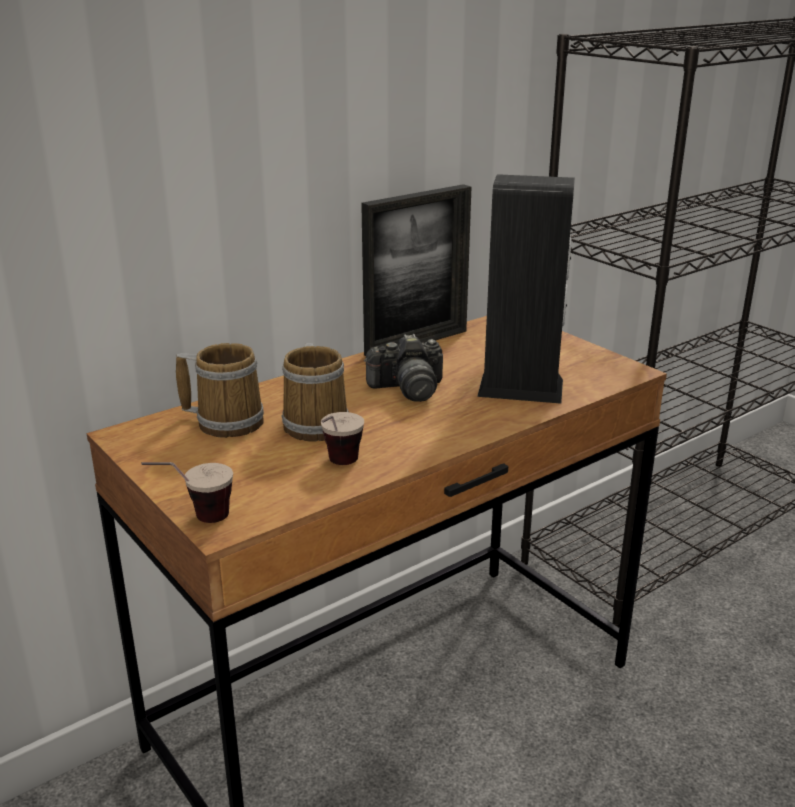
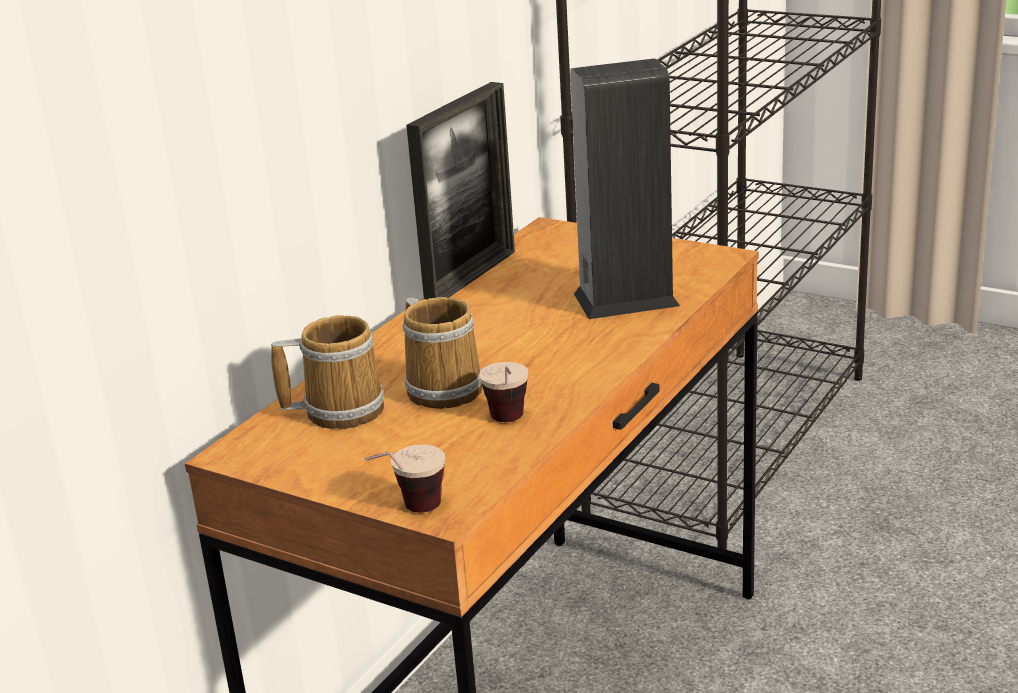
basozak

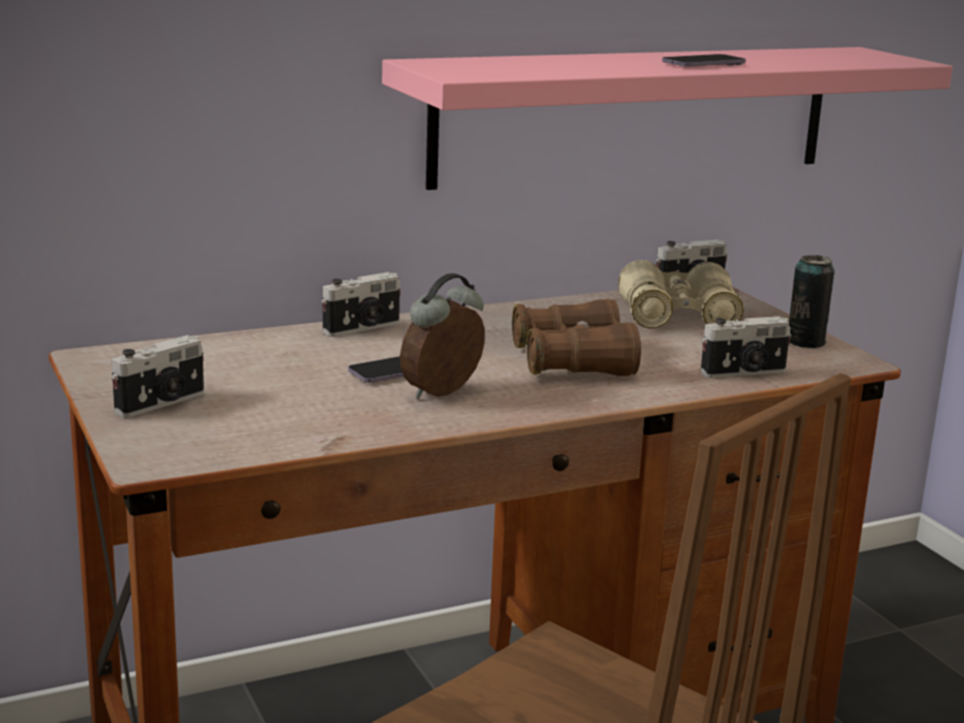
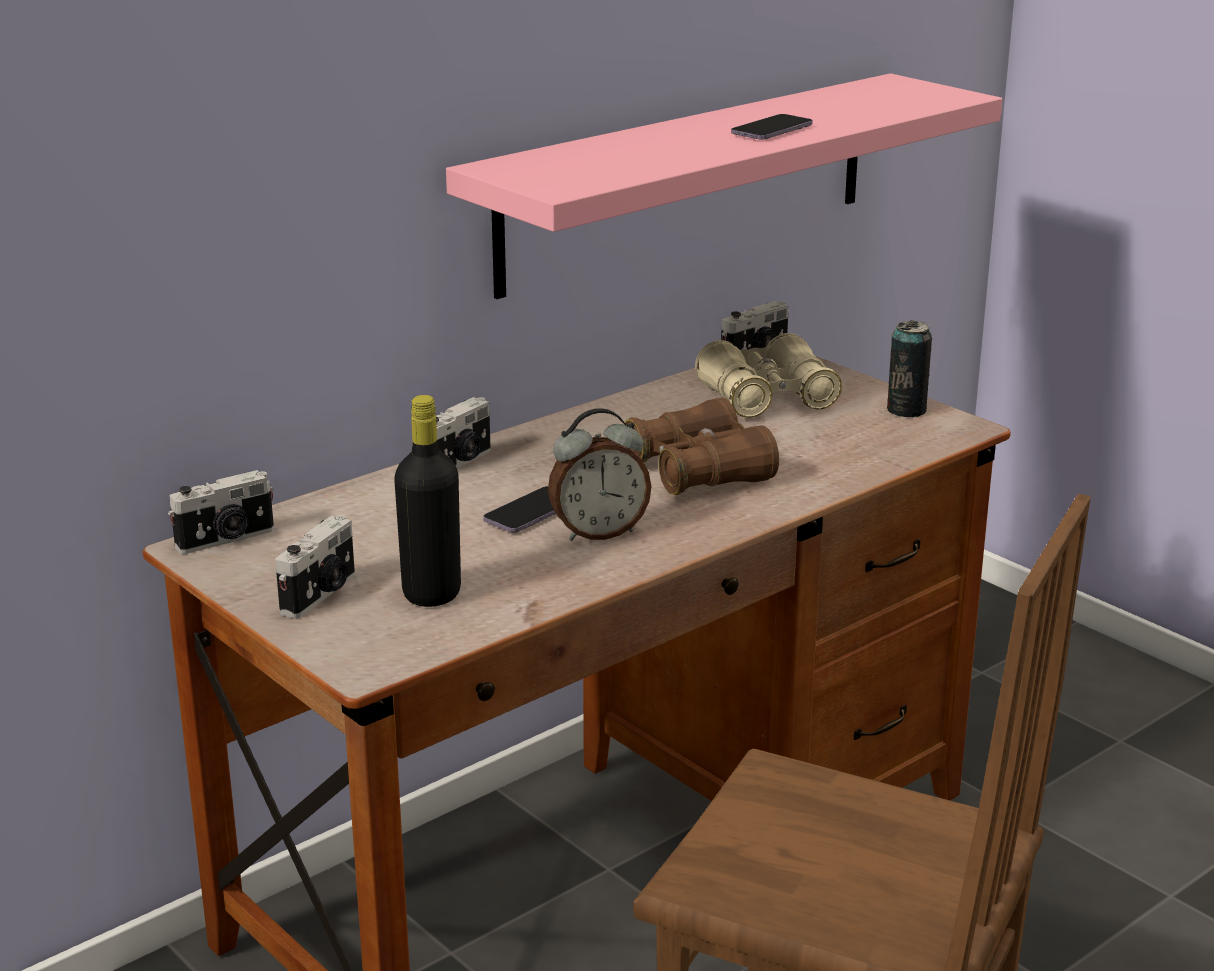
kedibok
basozak (no. 1 from left)
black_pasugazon

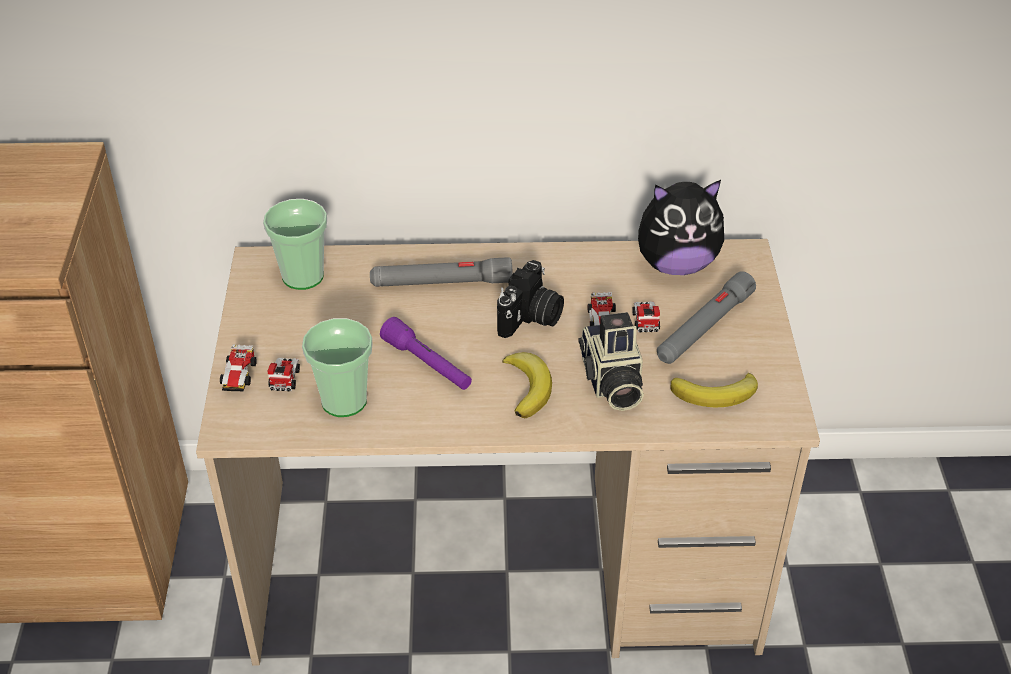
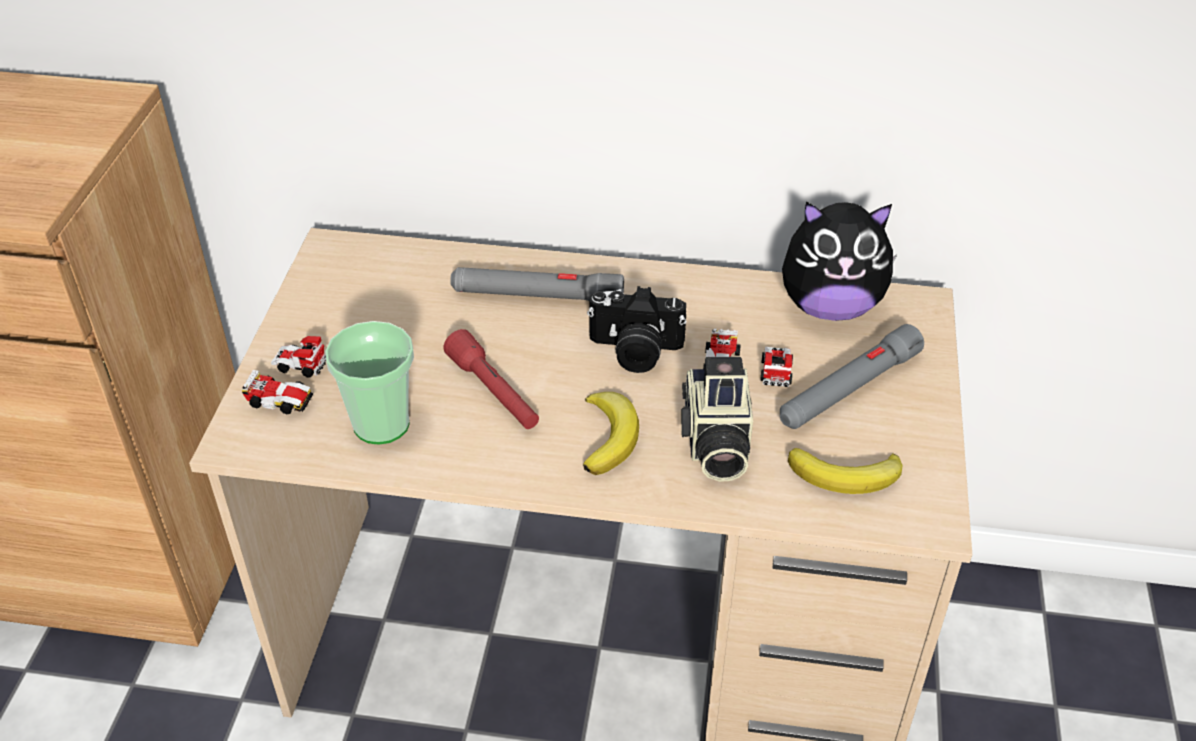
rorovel (no. 1 from left)
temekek (no. 1 from left in the first image)
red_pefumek
basozak (no. 1 from left)

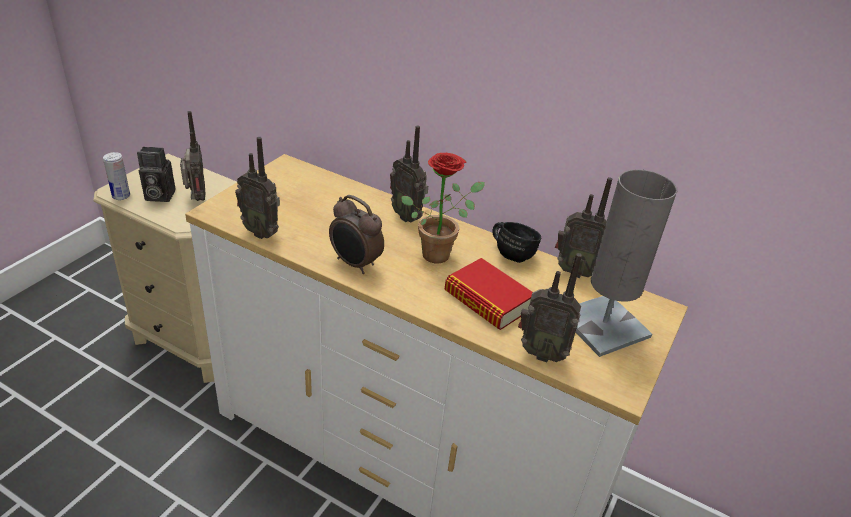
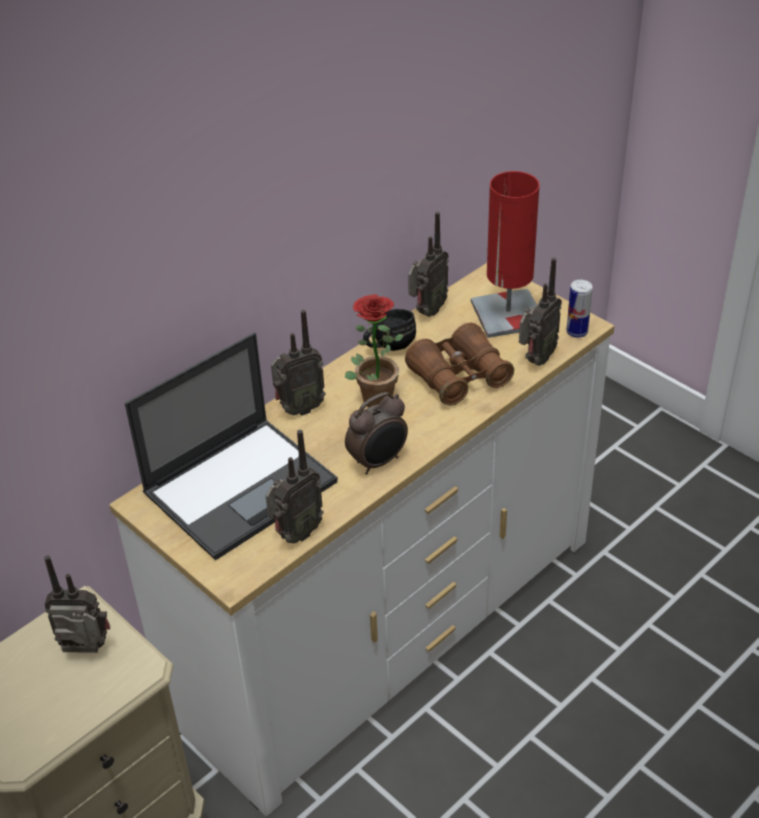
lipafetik
basozak
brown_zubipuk
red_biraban
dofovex

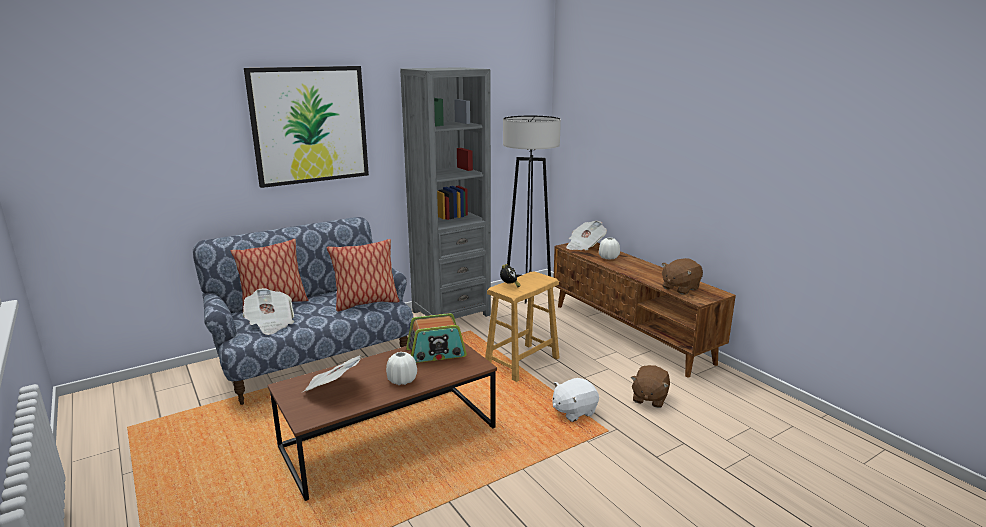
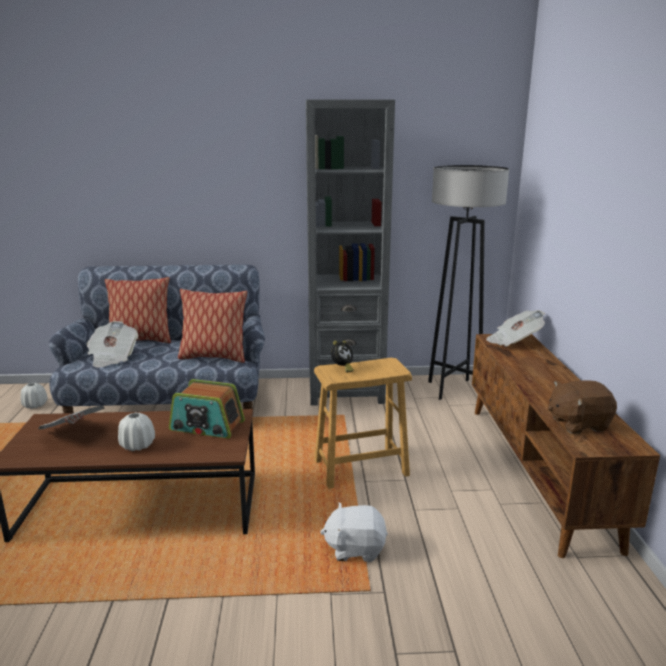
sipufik
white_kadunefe (no. 1 from left)
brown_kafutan (no. 1 from left in the first image)

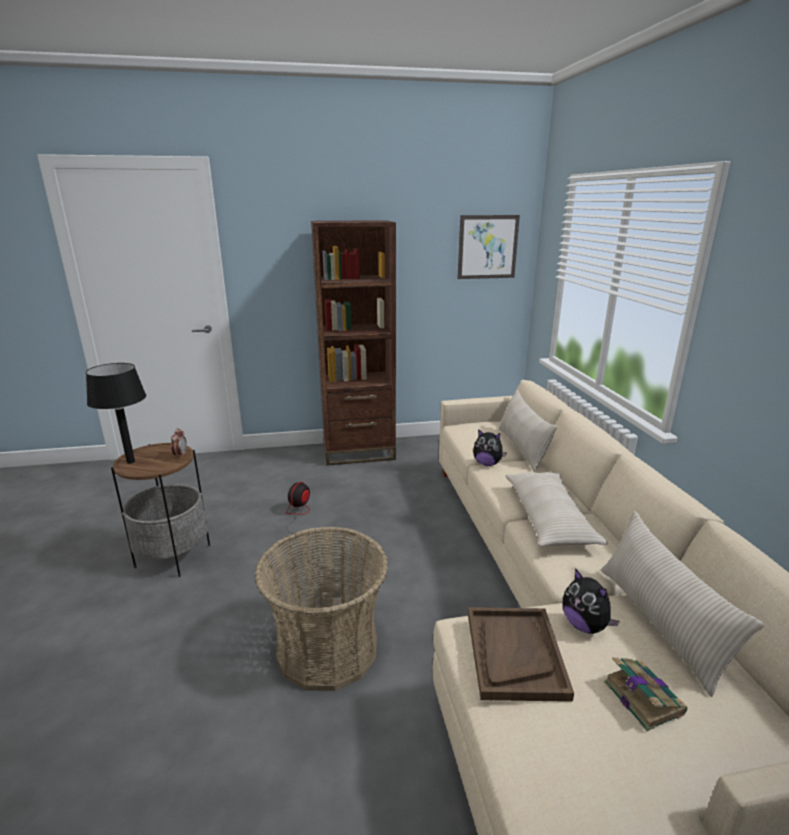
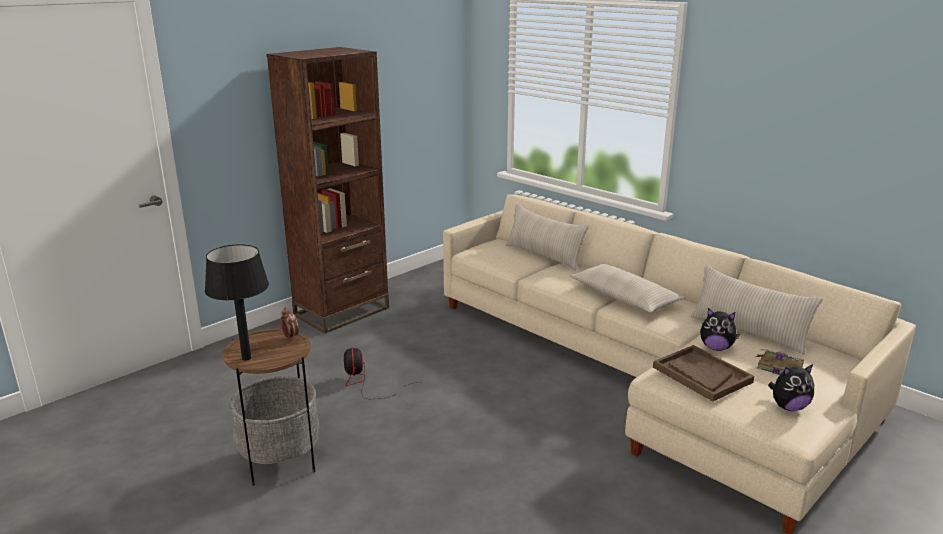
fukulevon
sipufik
kafutan (no. 2 from left)

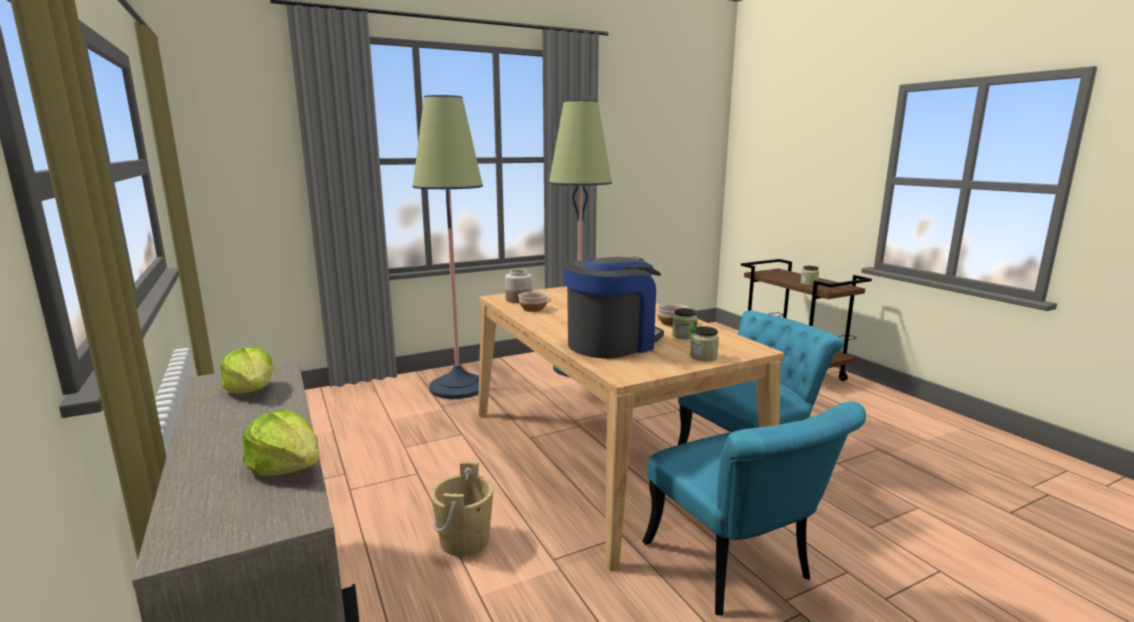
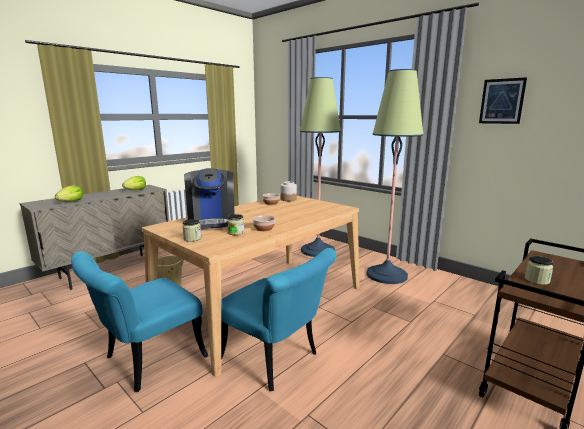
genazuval
sipufik

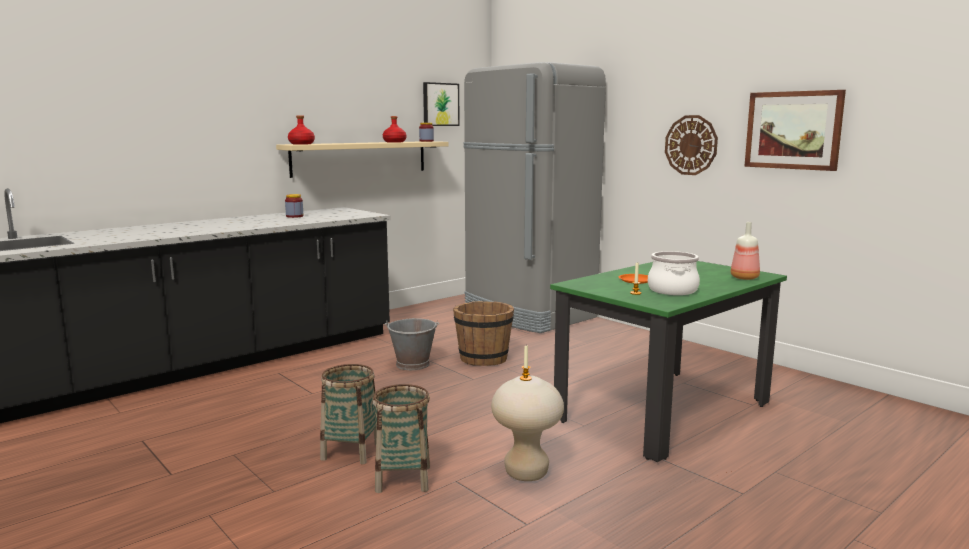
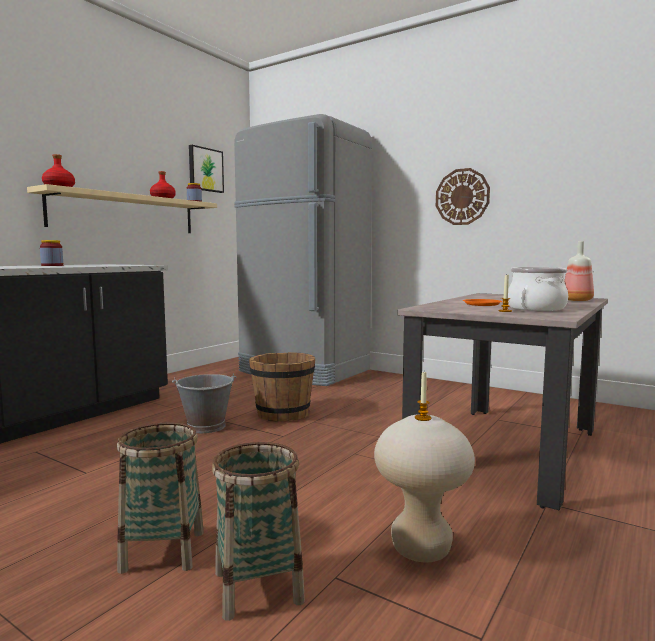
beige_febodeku
sipufik (no. 2 from left in the first image)

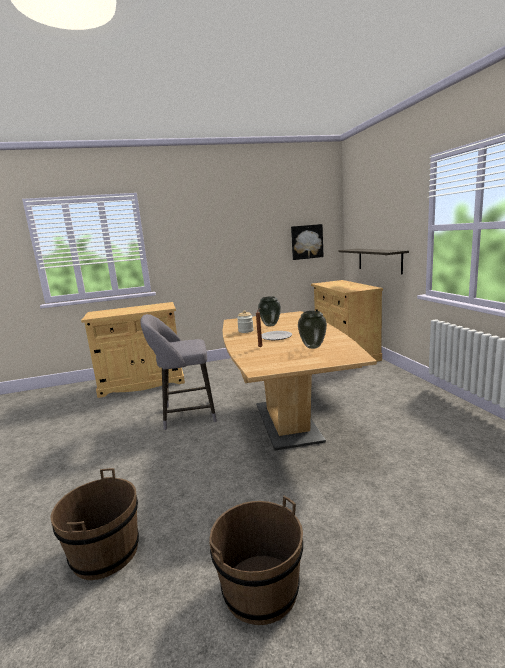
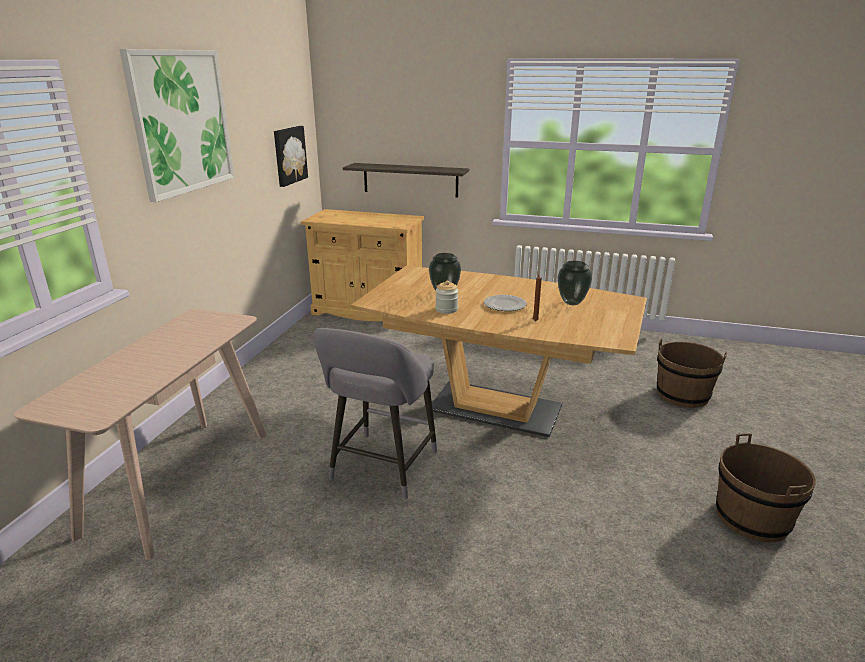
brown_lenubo (no. 1 from left)
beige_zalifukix
sipufik (no. 1 from left)

